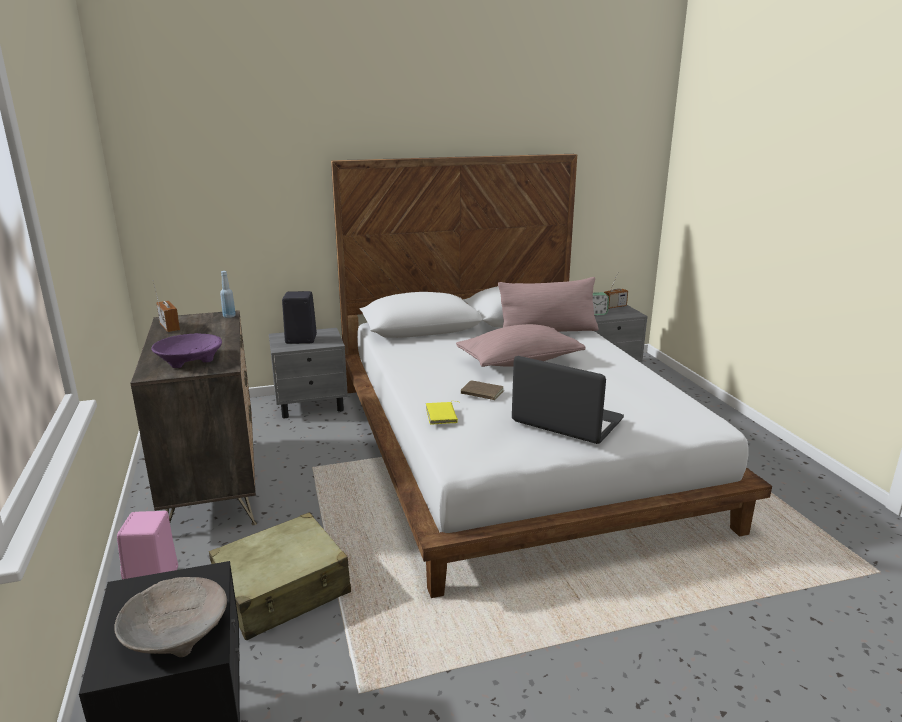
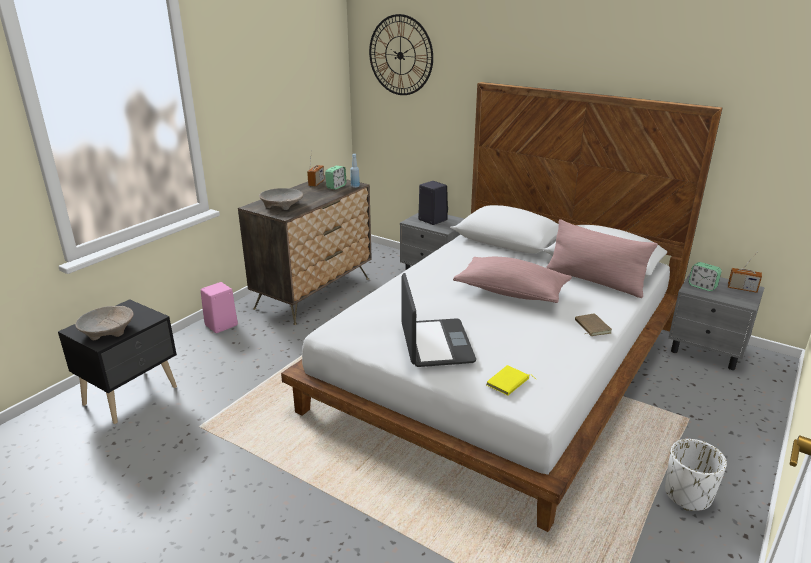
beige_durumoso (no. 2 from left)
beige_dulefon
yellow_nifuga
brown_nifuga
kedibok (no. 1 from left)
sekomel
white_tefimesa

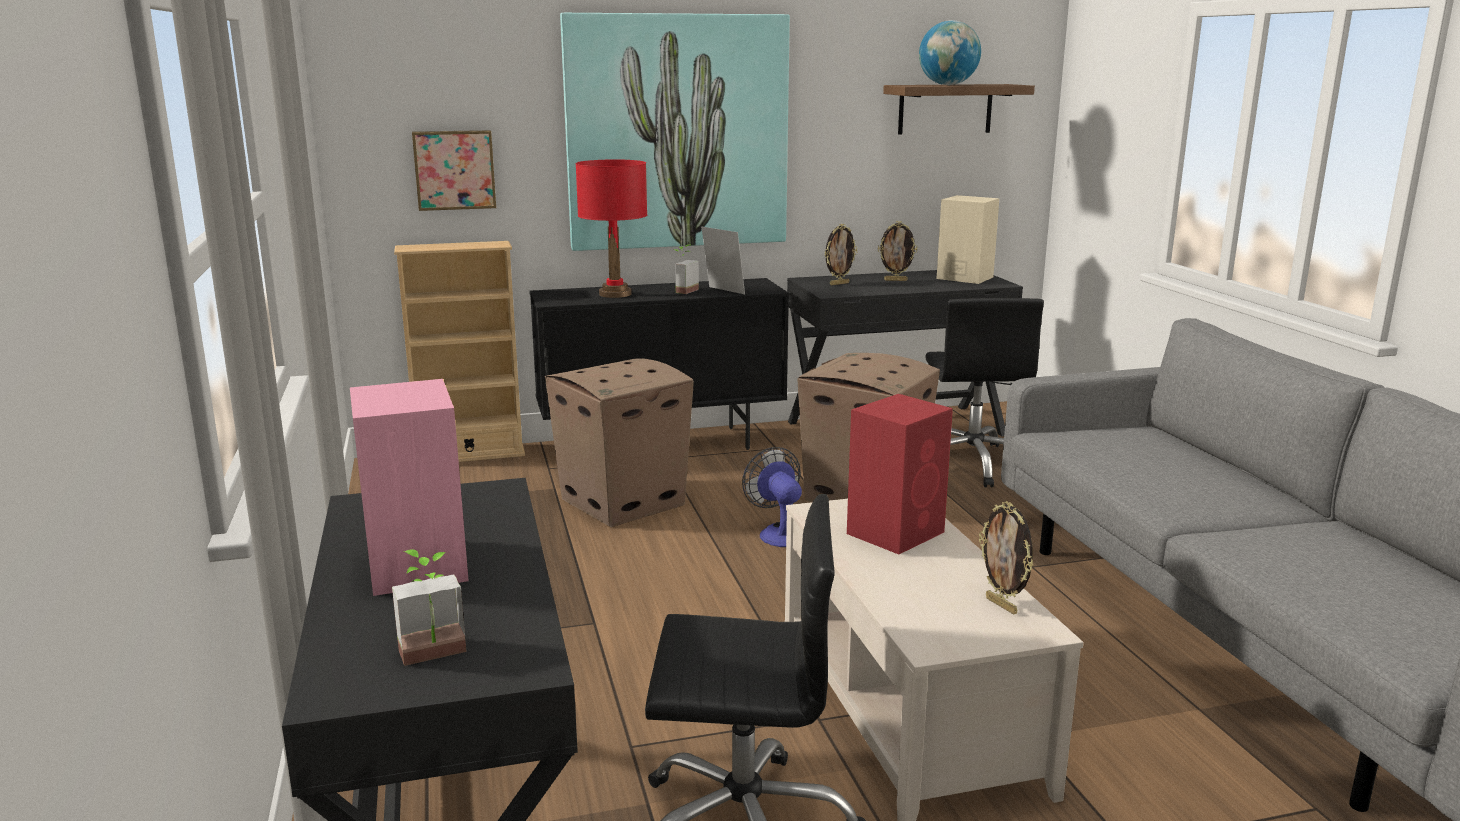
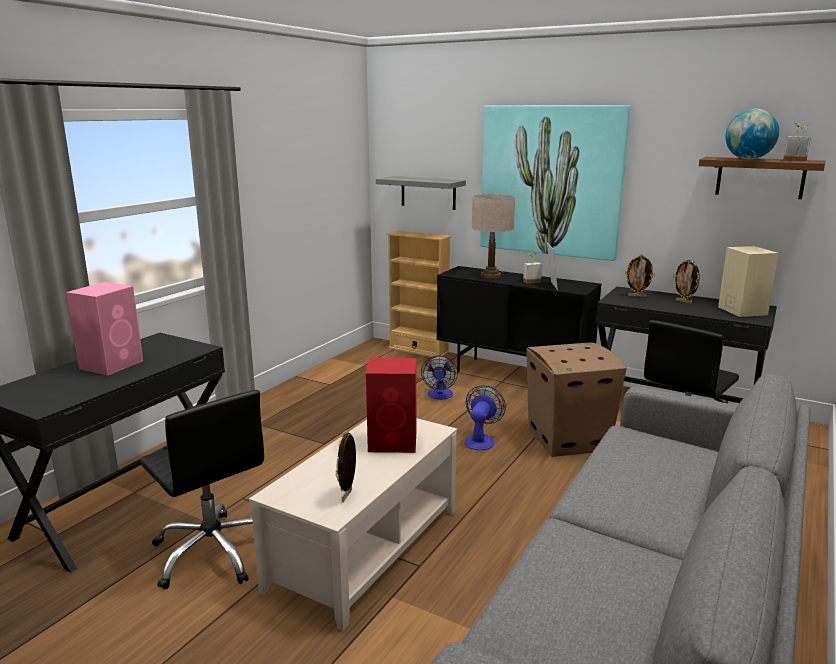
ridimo (no. 2 from left)
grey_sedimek
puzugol (no. 1 from left)
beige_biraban

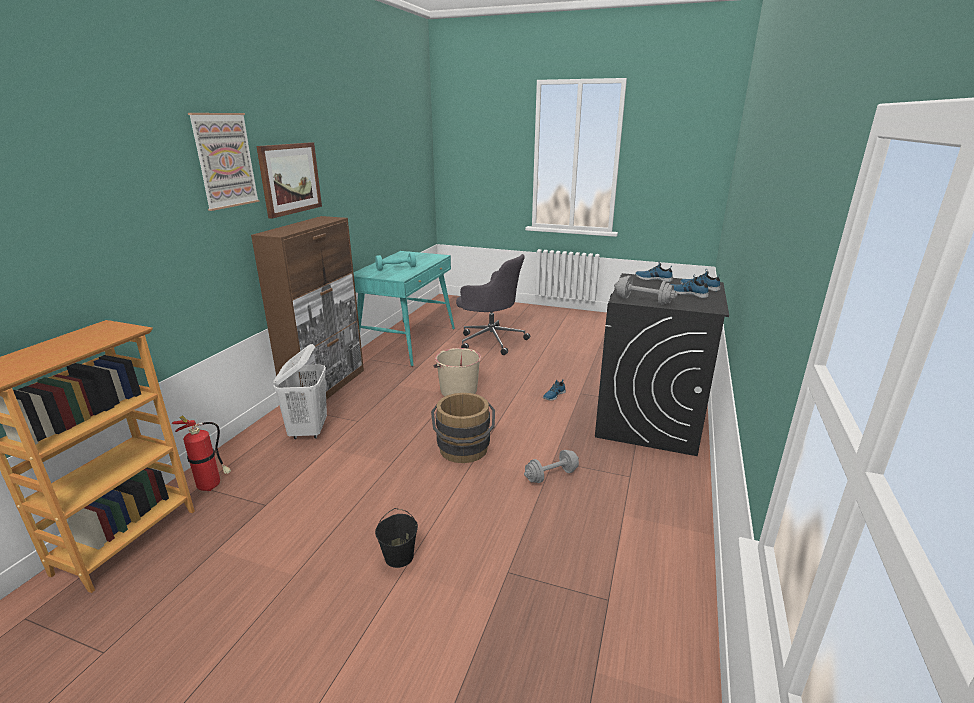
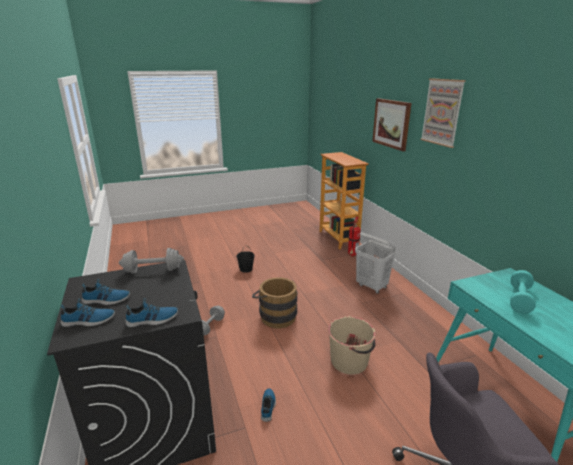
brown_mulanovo
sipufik (no. 1 from left)

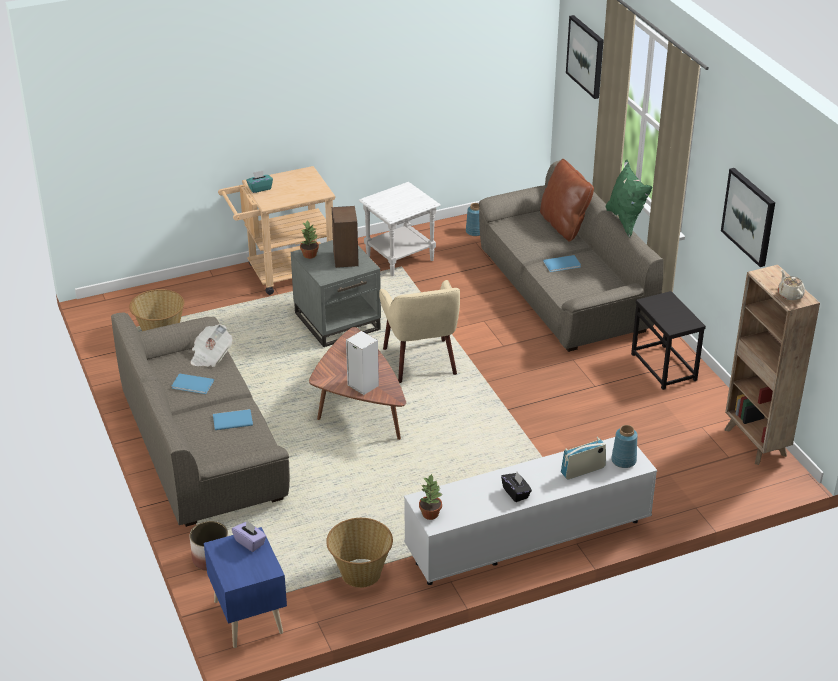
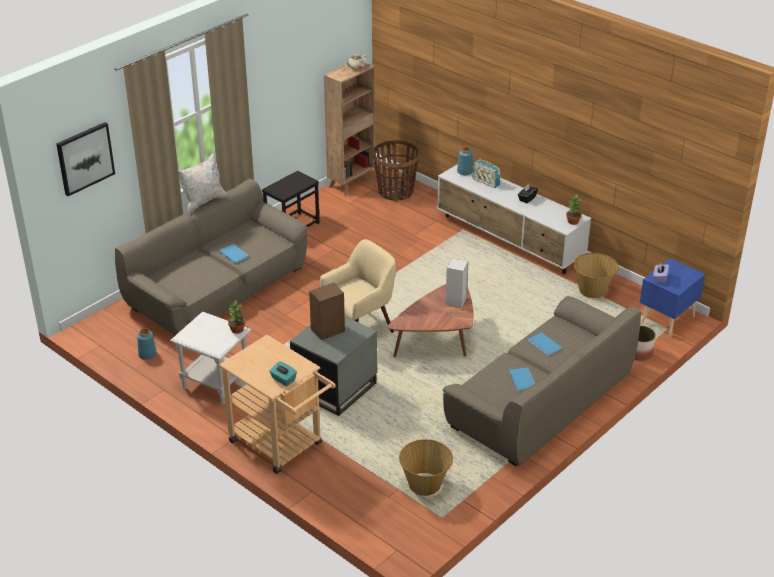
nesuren
ridimo (no. 1 from left)
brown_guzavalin
white_guzavalin
sipufik (no. 2 from left in the first image)
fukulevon (no. 1 from left)

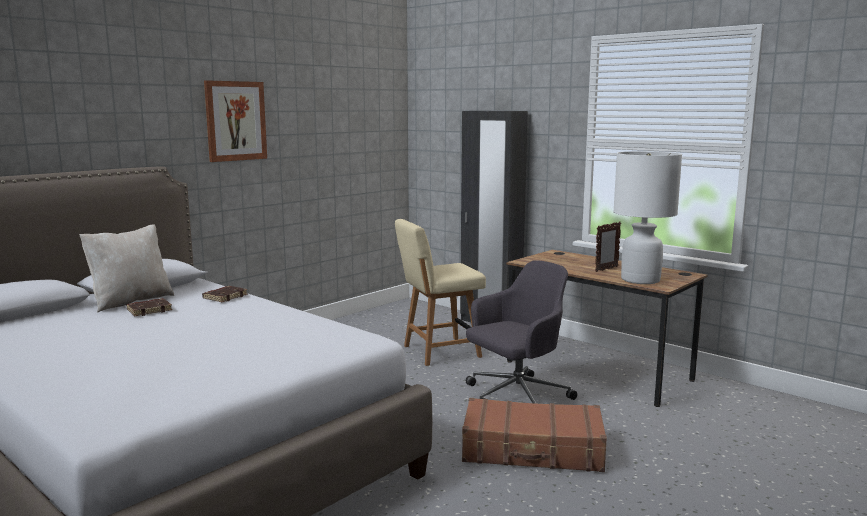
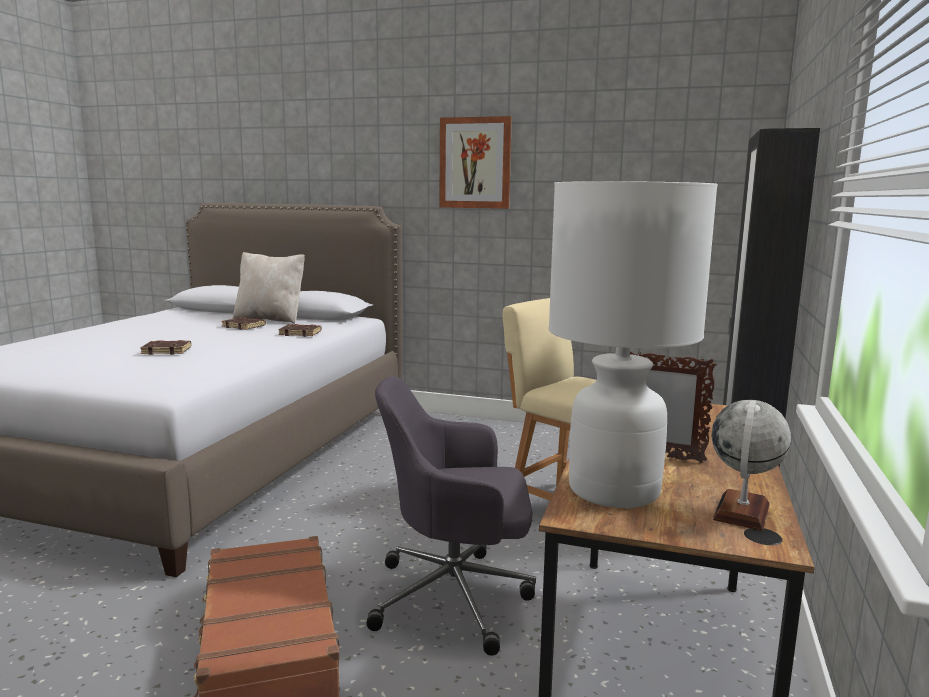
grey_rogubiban
brown_nifuga (no. 1 from left)
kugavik

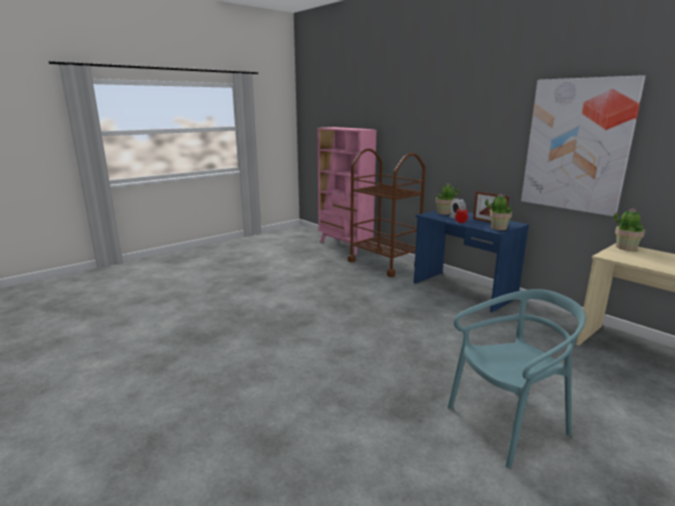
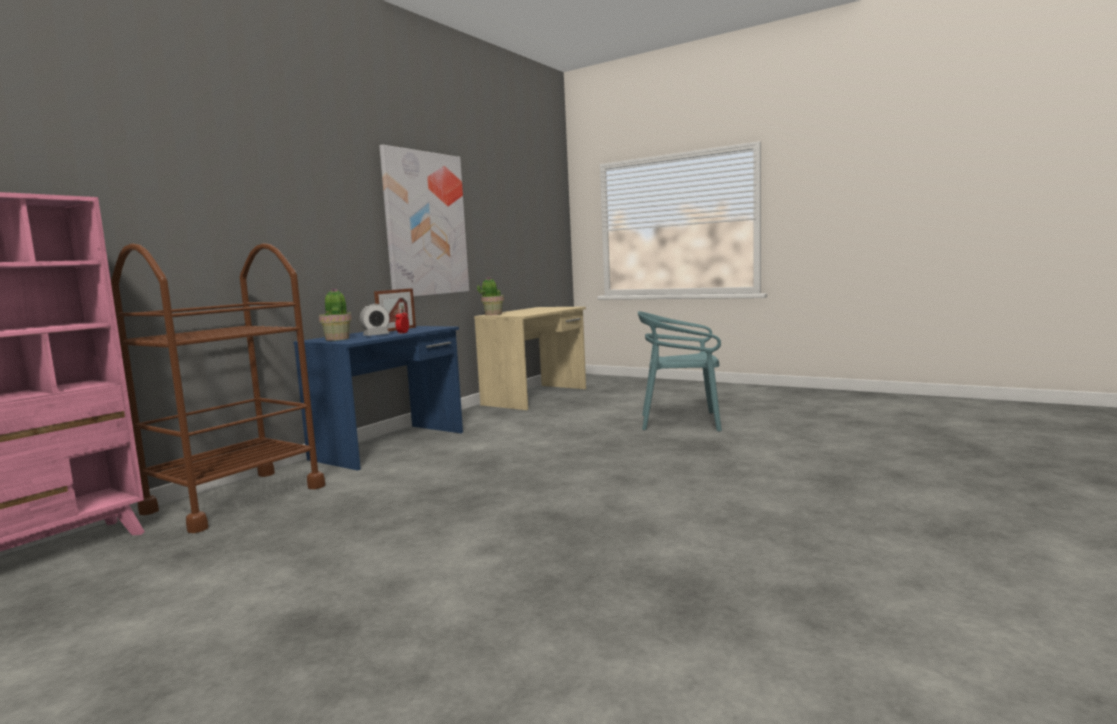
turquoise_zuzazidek
ridimo (no. 2 from left in the first image)

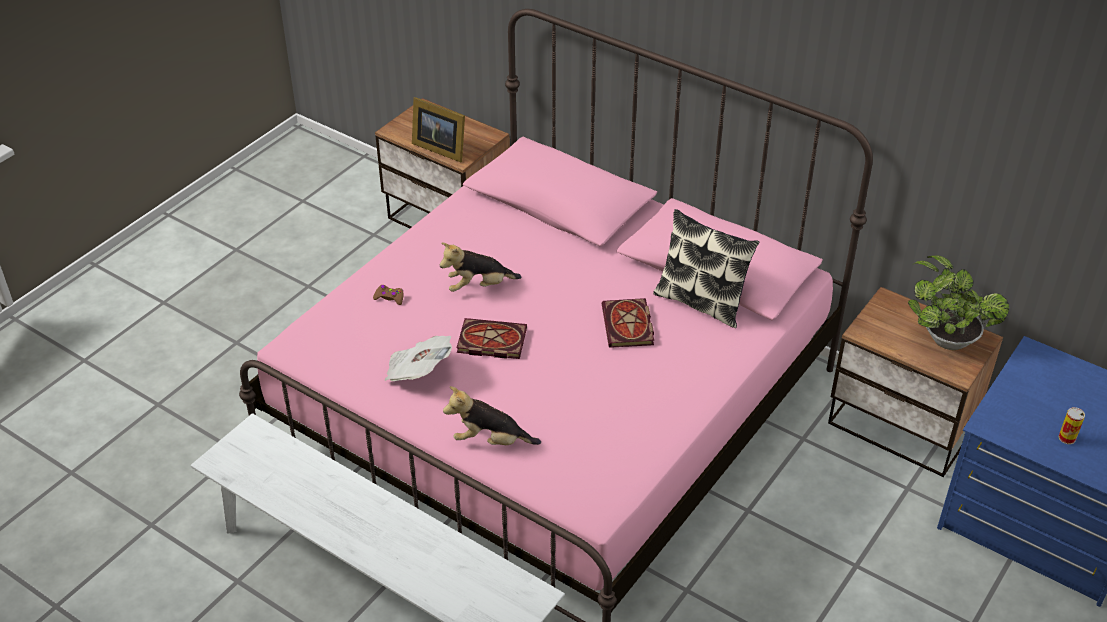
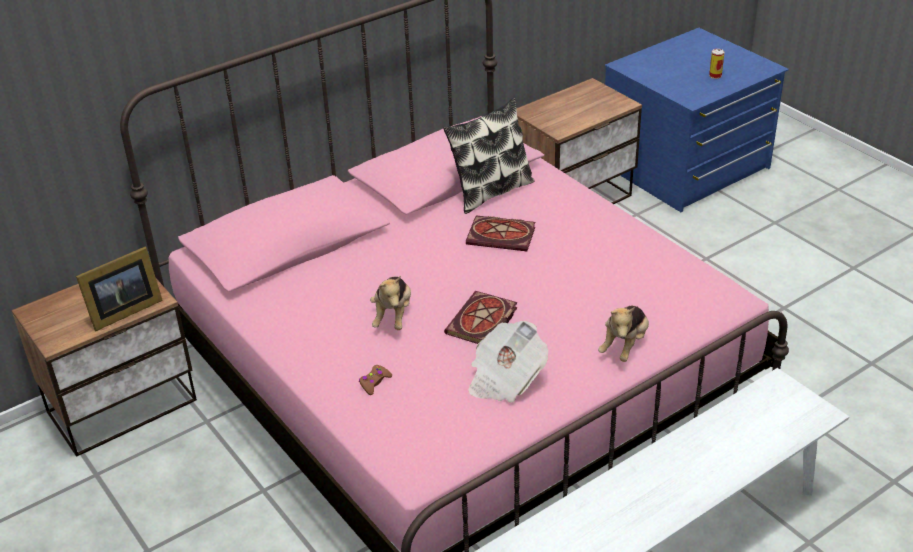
ridimo

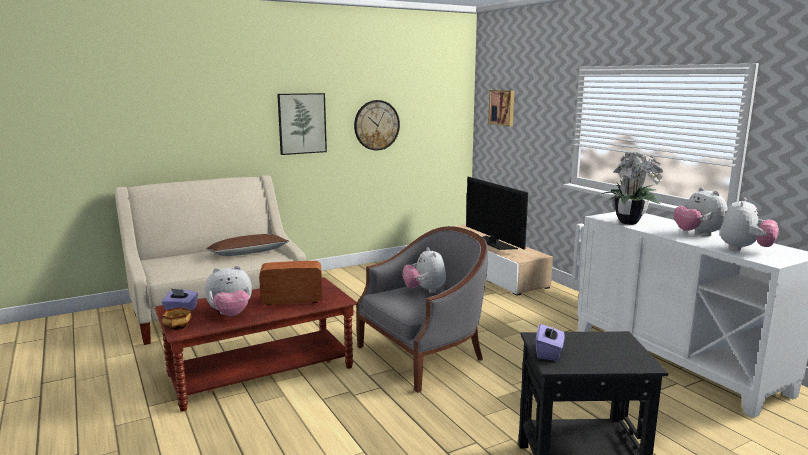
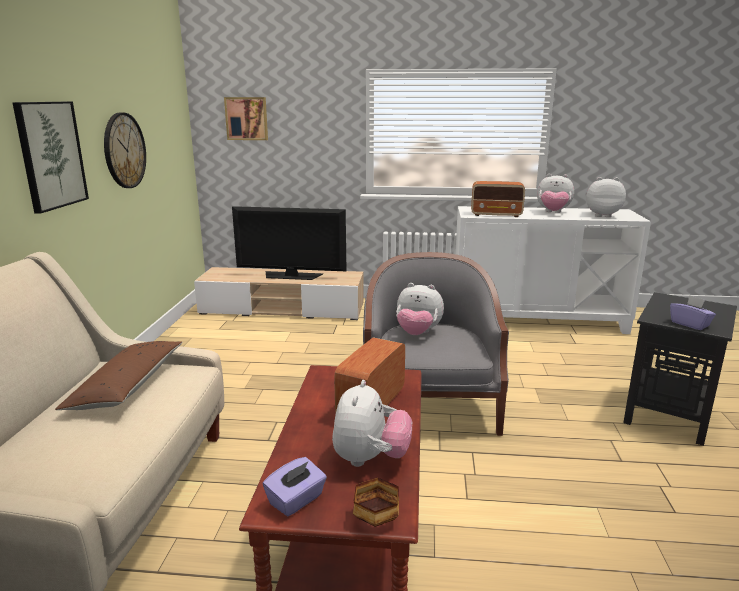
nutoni (no. 2 from left)
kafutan (no. 4 from left)

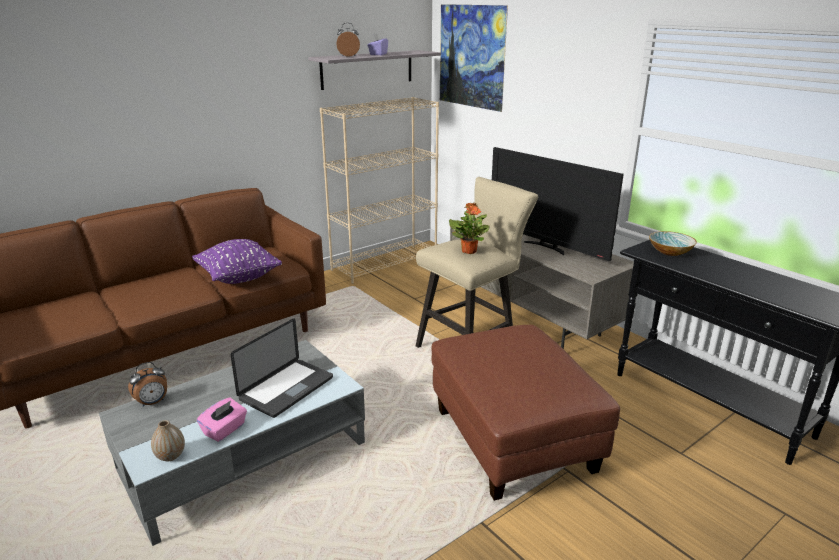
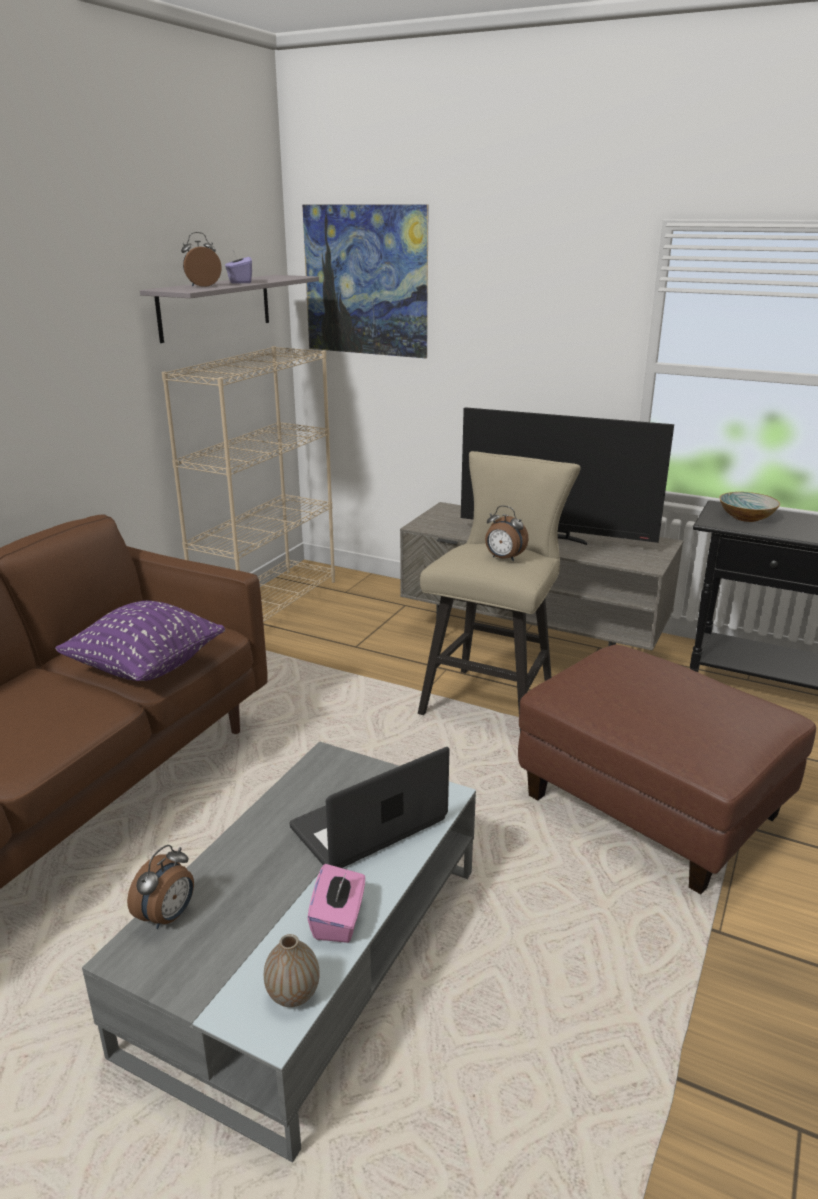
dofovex
kedibok (no. 3 from left)

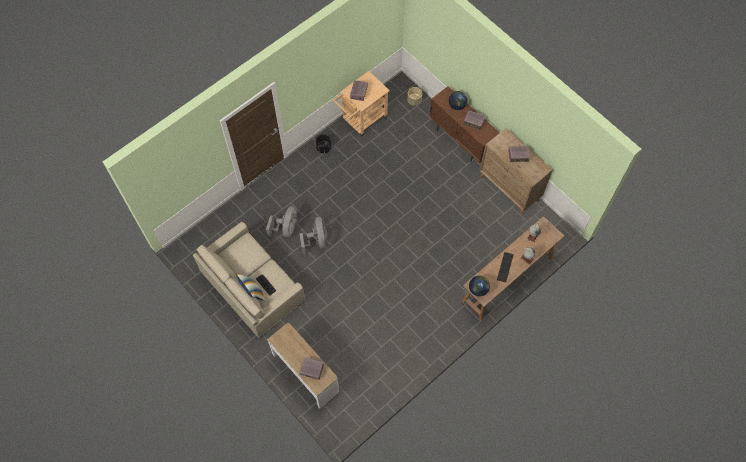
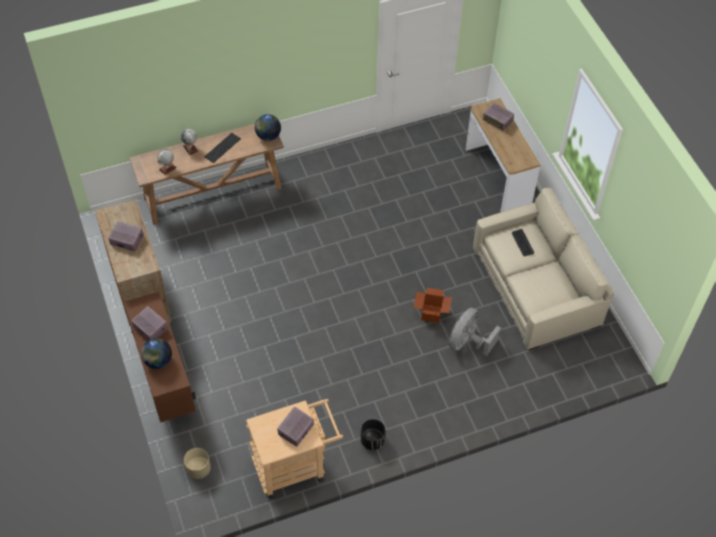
guzavalin
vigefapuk

